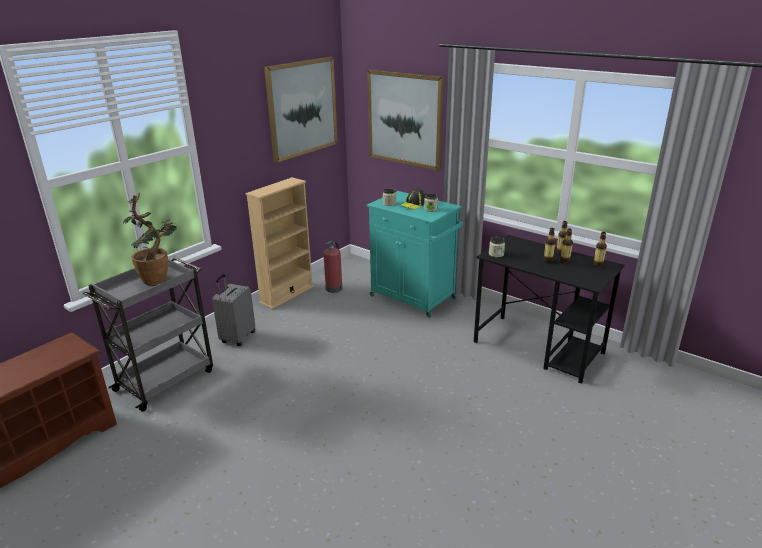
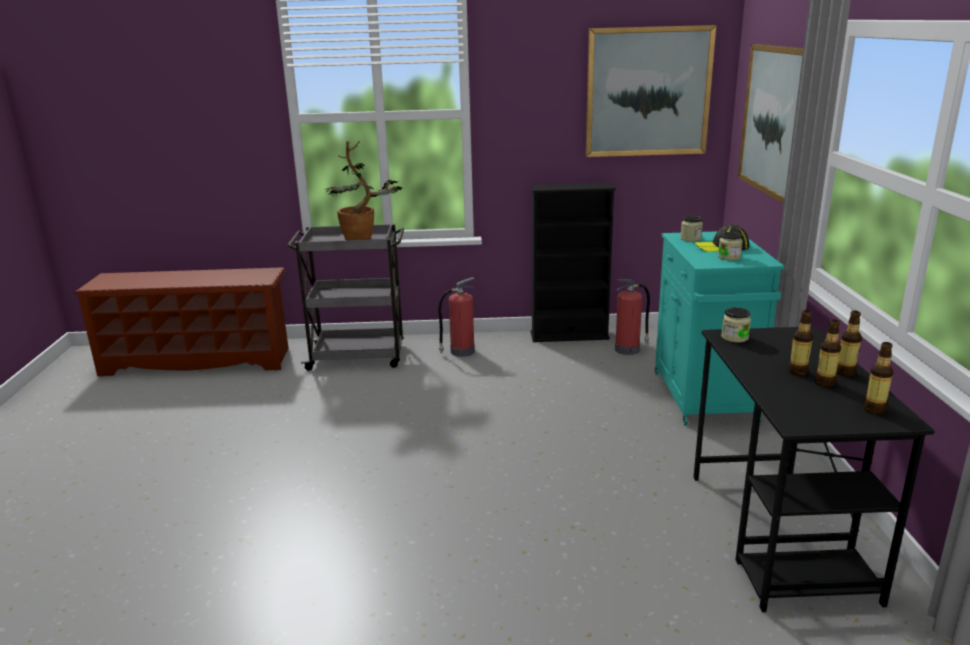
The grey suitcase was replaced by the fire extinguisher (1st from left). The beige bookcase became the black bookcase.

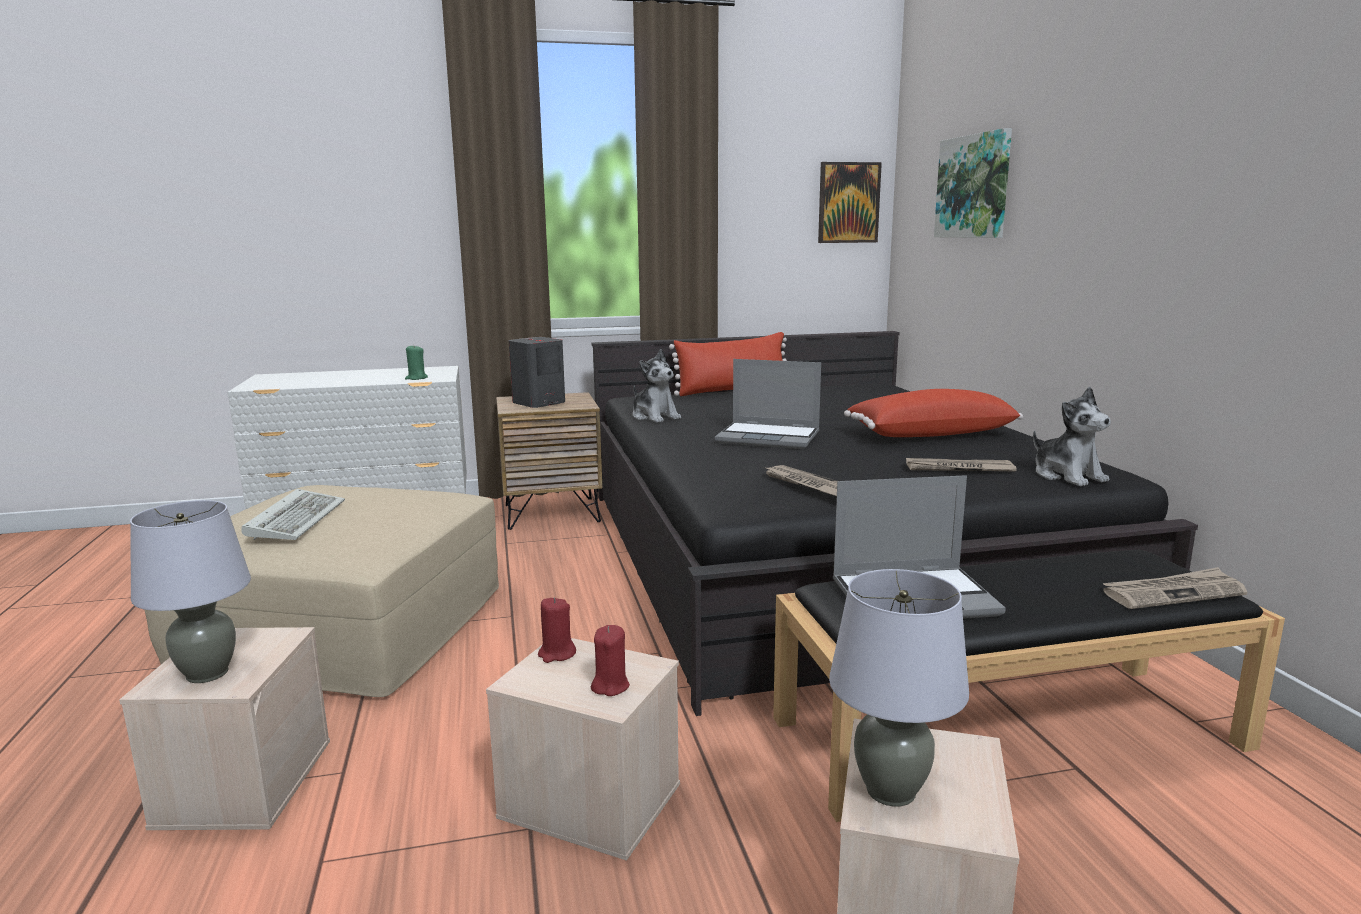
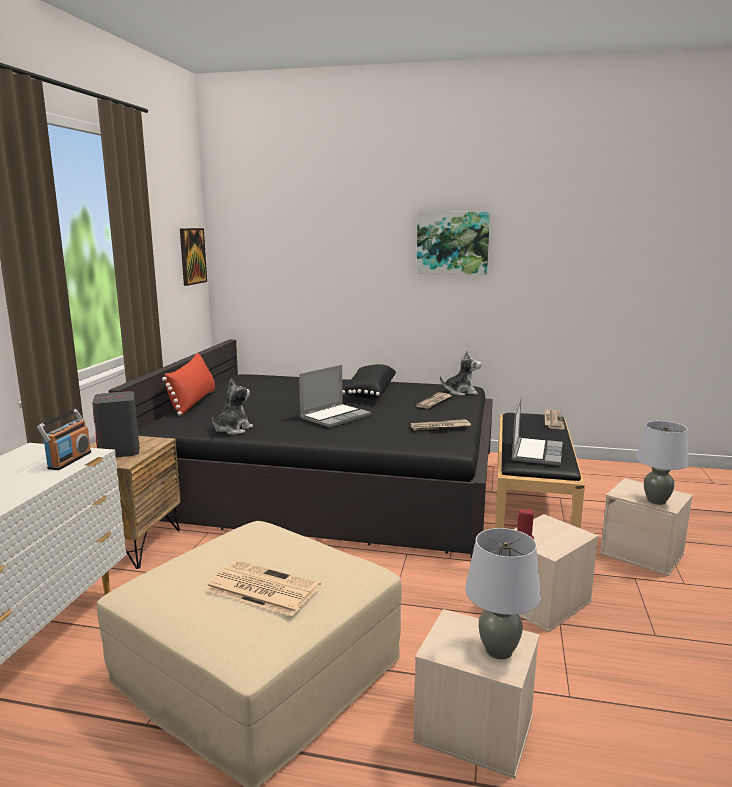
The green candle was replaced by the radio. The keyboard was replaced by the newspaper (1st from left). The plush toy (1st from left) turned 45 degrees counterclockwise. The red pillow (2nd from left) became the black pillow. The picture (2nd from left) moved. The red candle (2nd from left) disappeared.

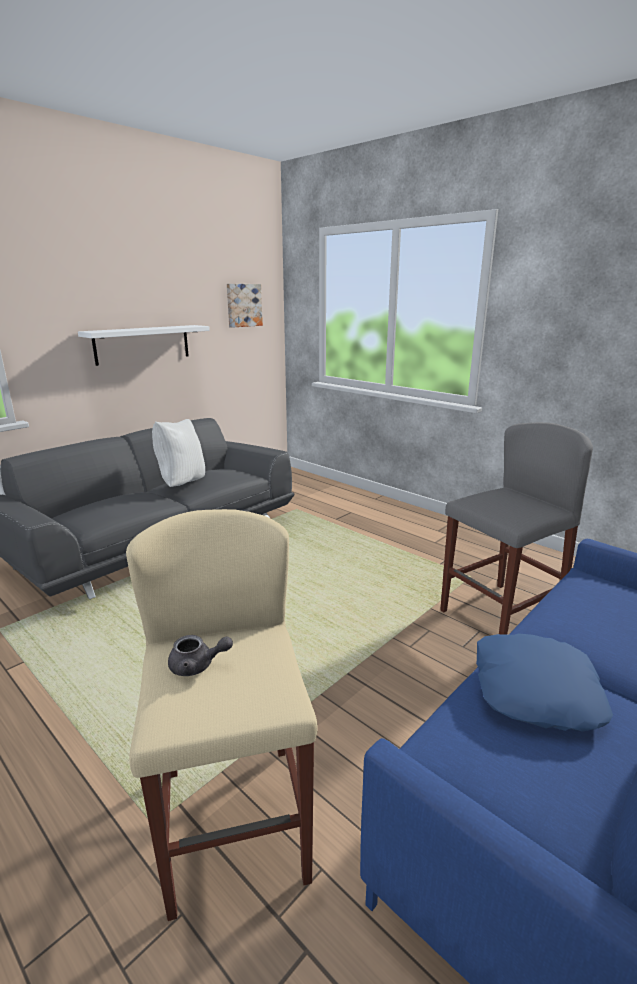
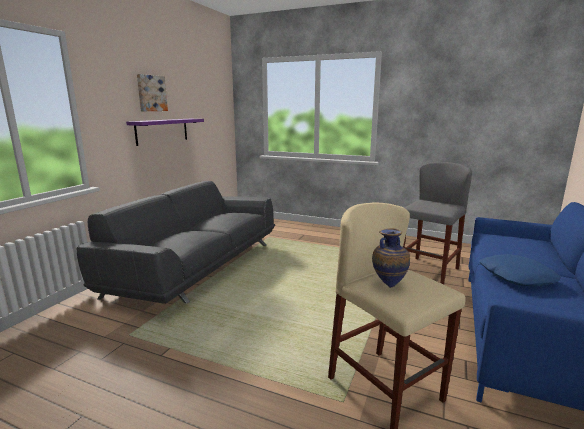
The white shelf became the purple shelf. The picture moved. The grey teapot was replaced by the vase. The white pillow disappeared.

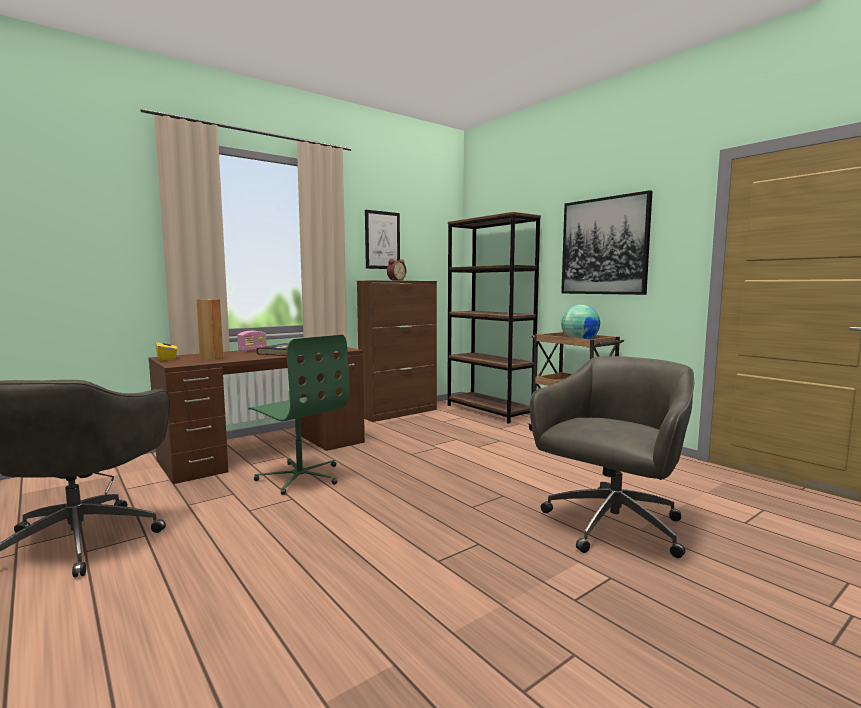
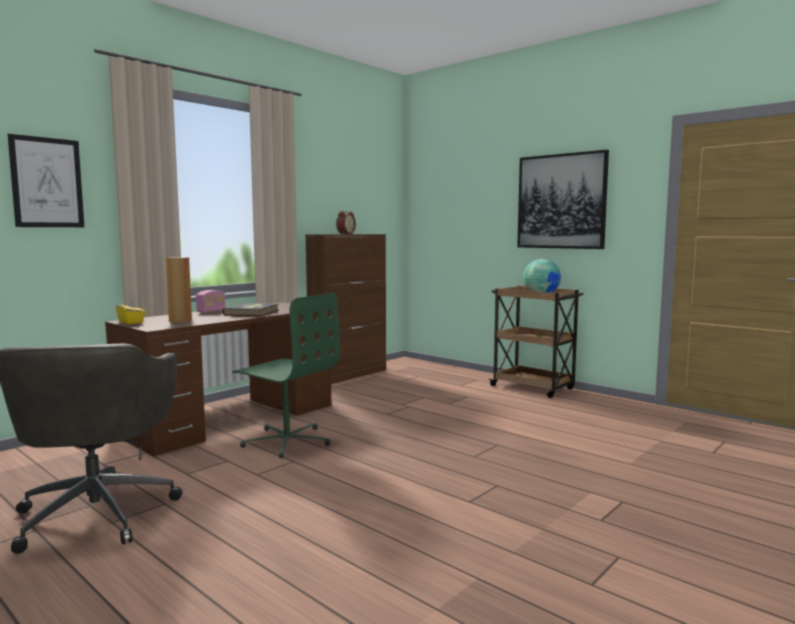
The picture (1st from left) moved. The brown bookcase disappeared. The grey office chair (2nd from left) disappeared.

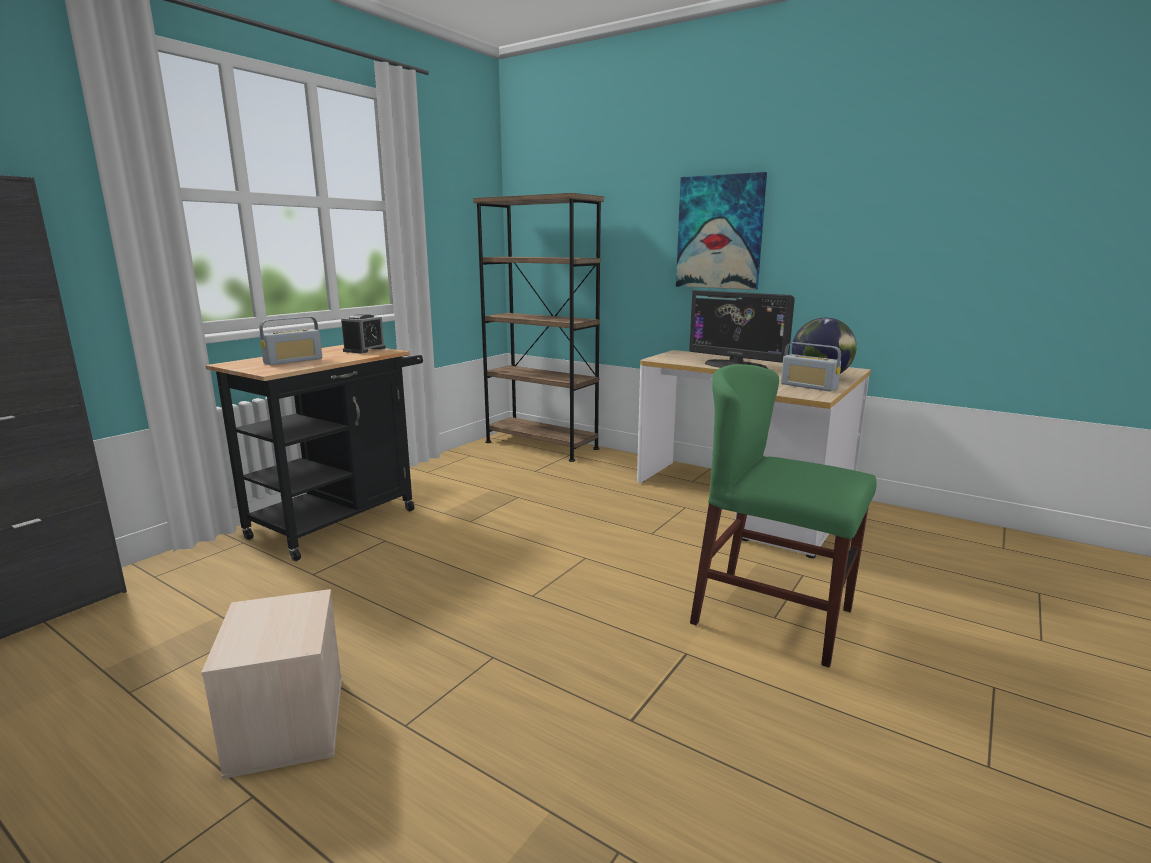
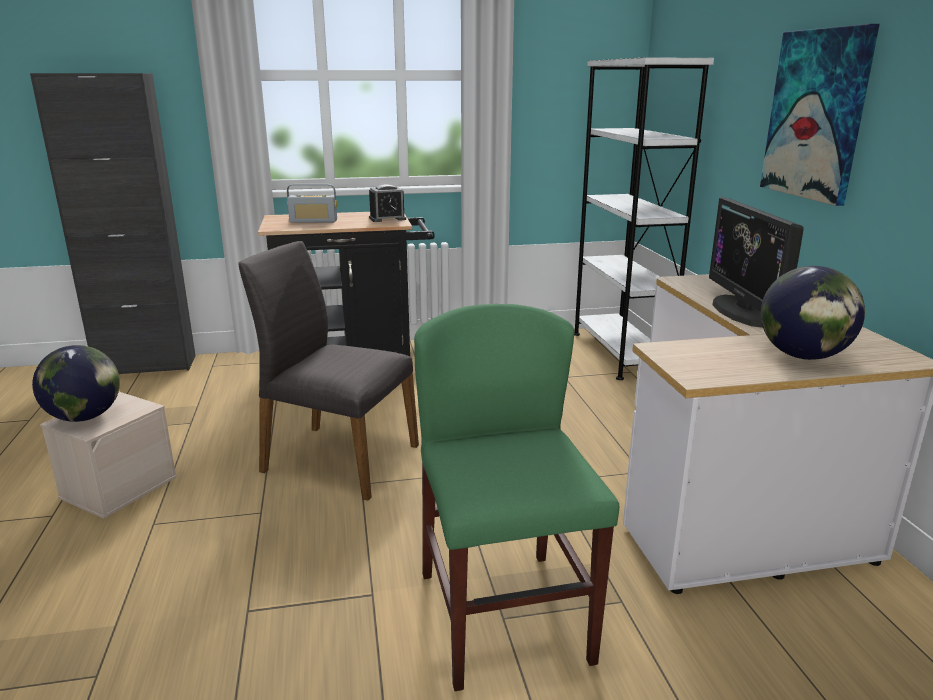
The globe (1st from left) appeared. The grey chair appeared. The brown bookcase became the white bookcase. The radio (2nd from left) disappeared.

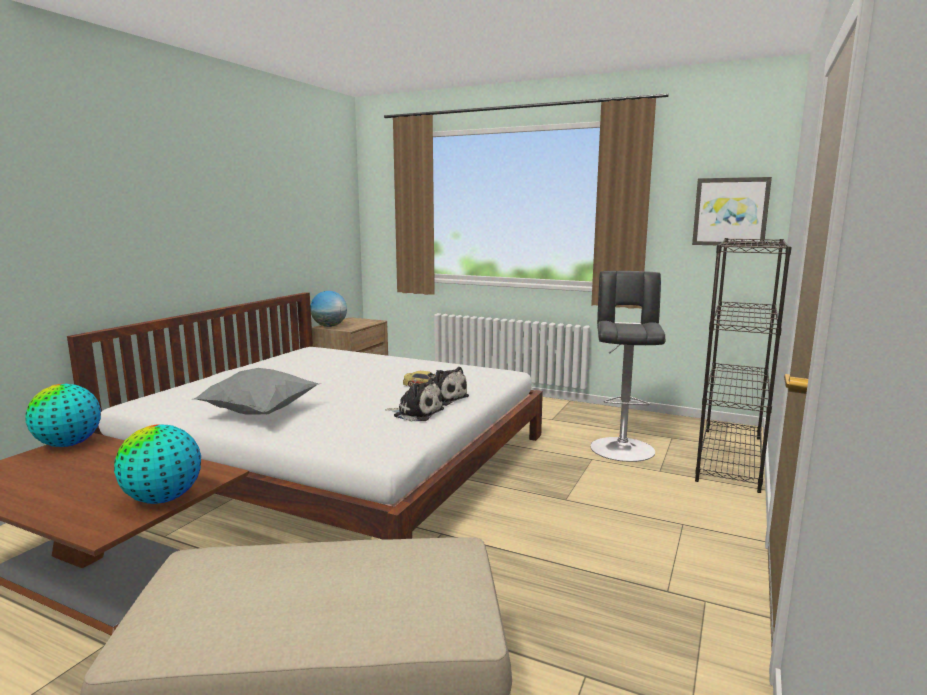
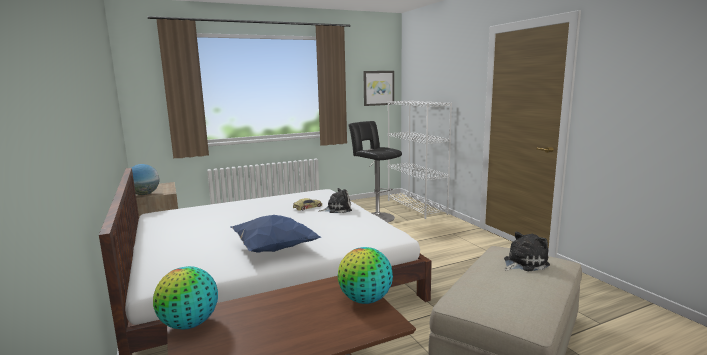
The grey pillow became the blue pillow. The black bookcase became the white bookcase. The plush toy (1st from left in the first image) moved.

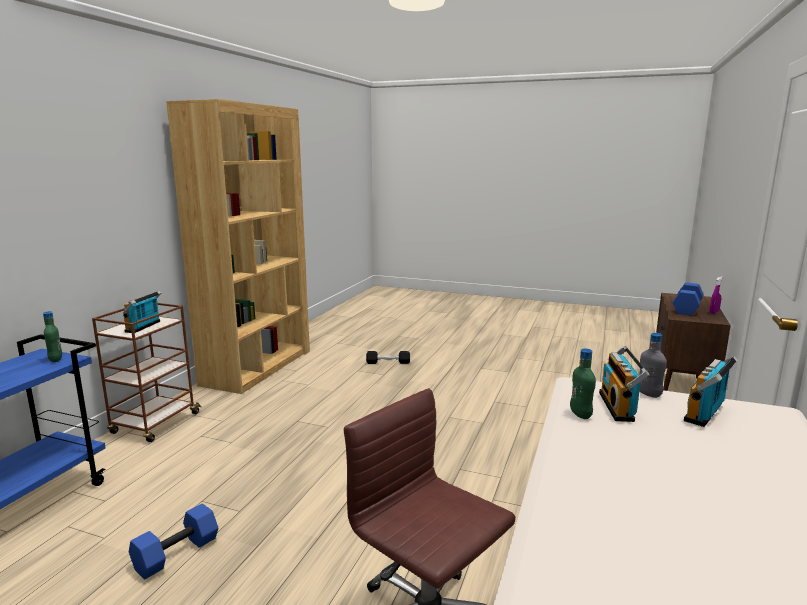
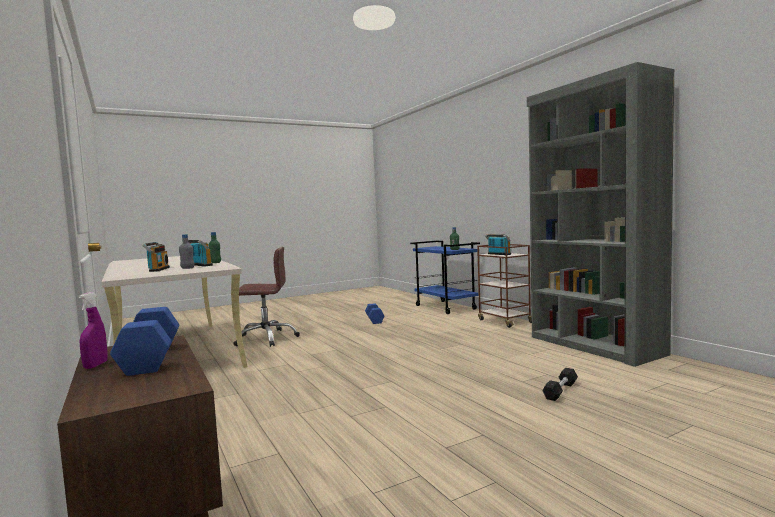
The brown bookcase became the grey bookcase.

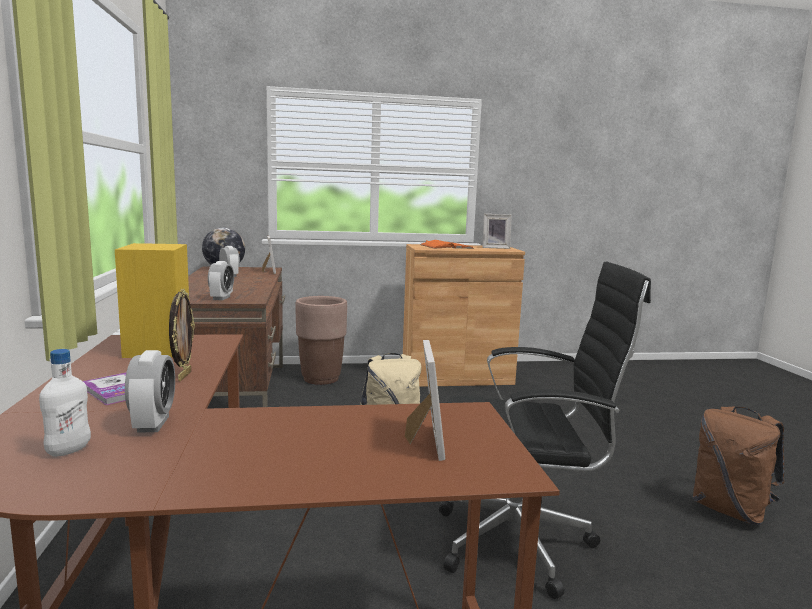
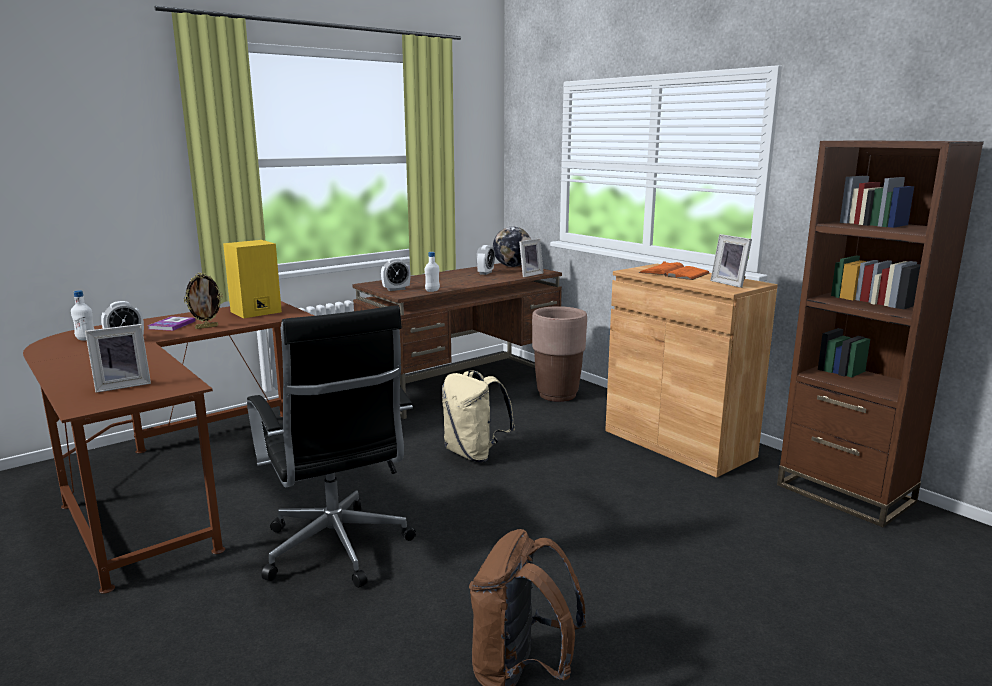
The white bottle (2nd from left) appeared. The brown bookcase appeared.

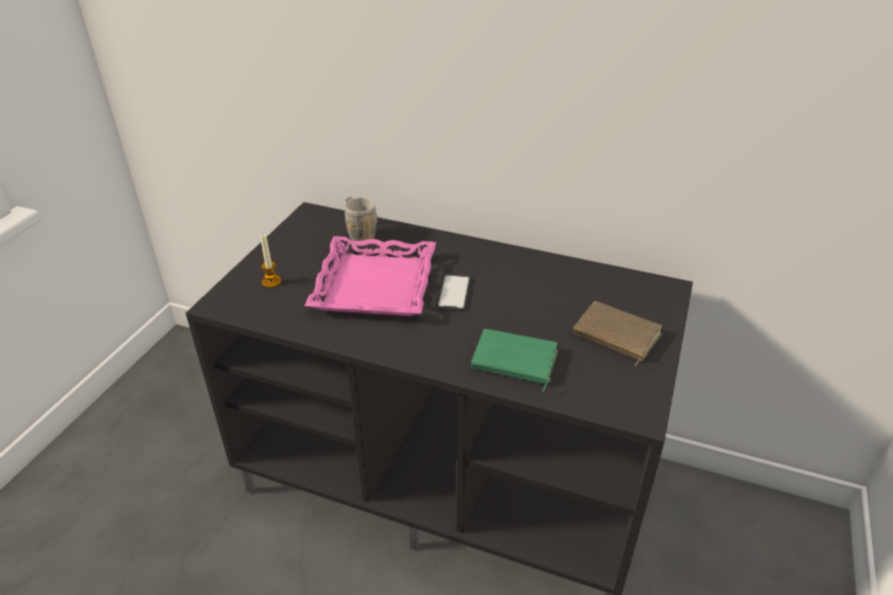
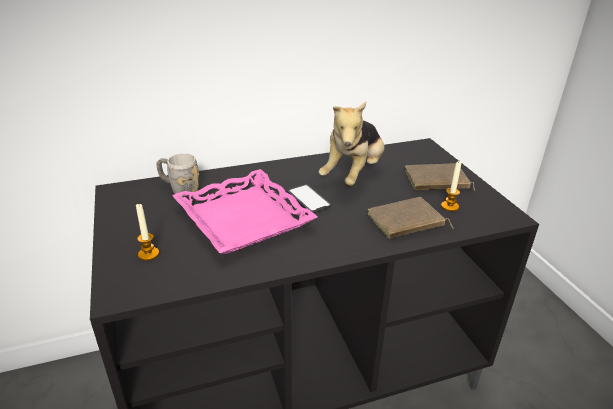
The plush toy appeared. The green book became the brown book (1st from left). The candle (2nd from left) appeared.

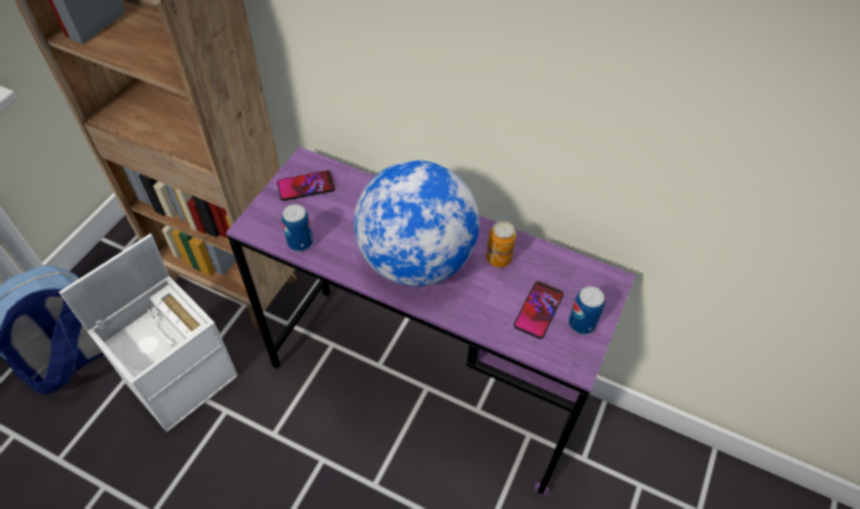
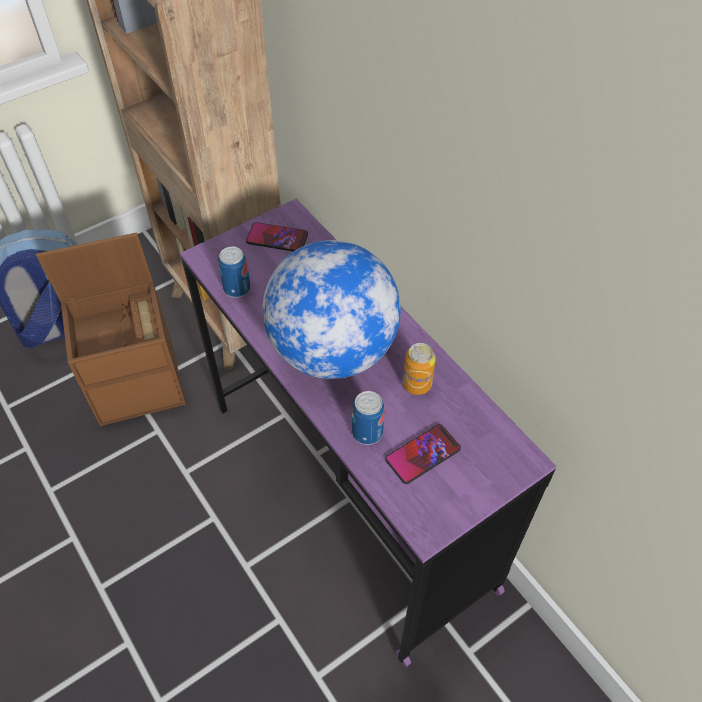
The white storage box became the brown storage box. The can (3rd from left in the first image) moved.

